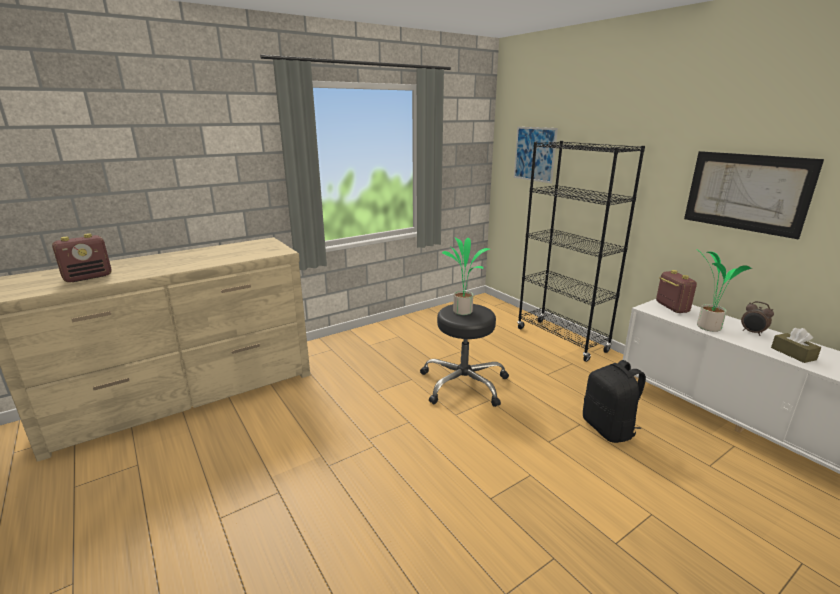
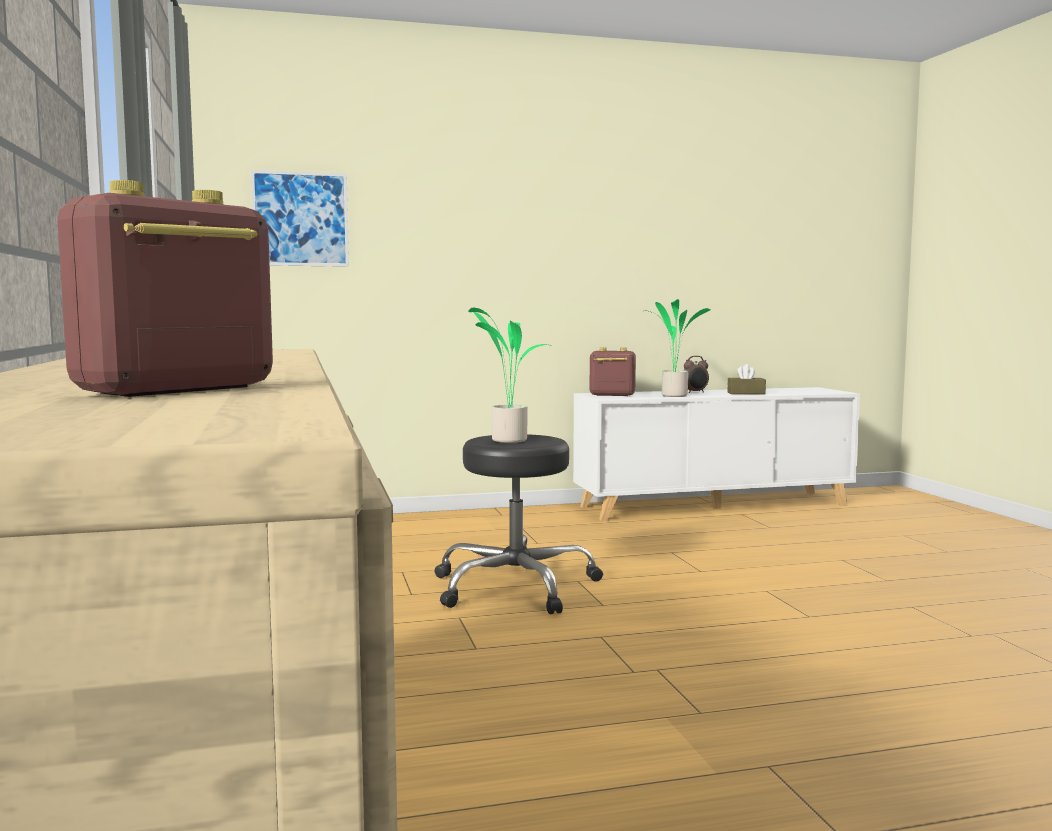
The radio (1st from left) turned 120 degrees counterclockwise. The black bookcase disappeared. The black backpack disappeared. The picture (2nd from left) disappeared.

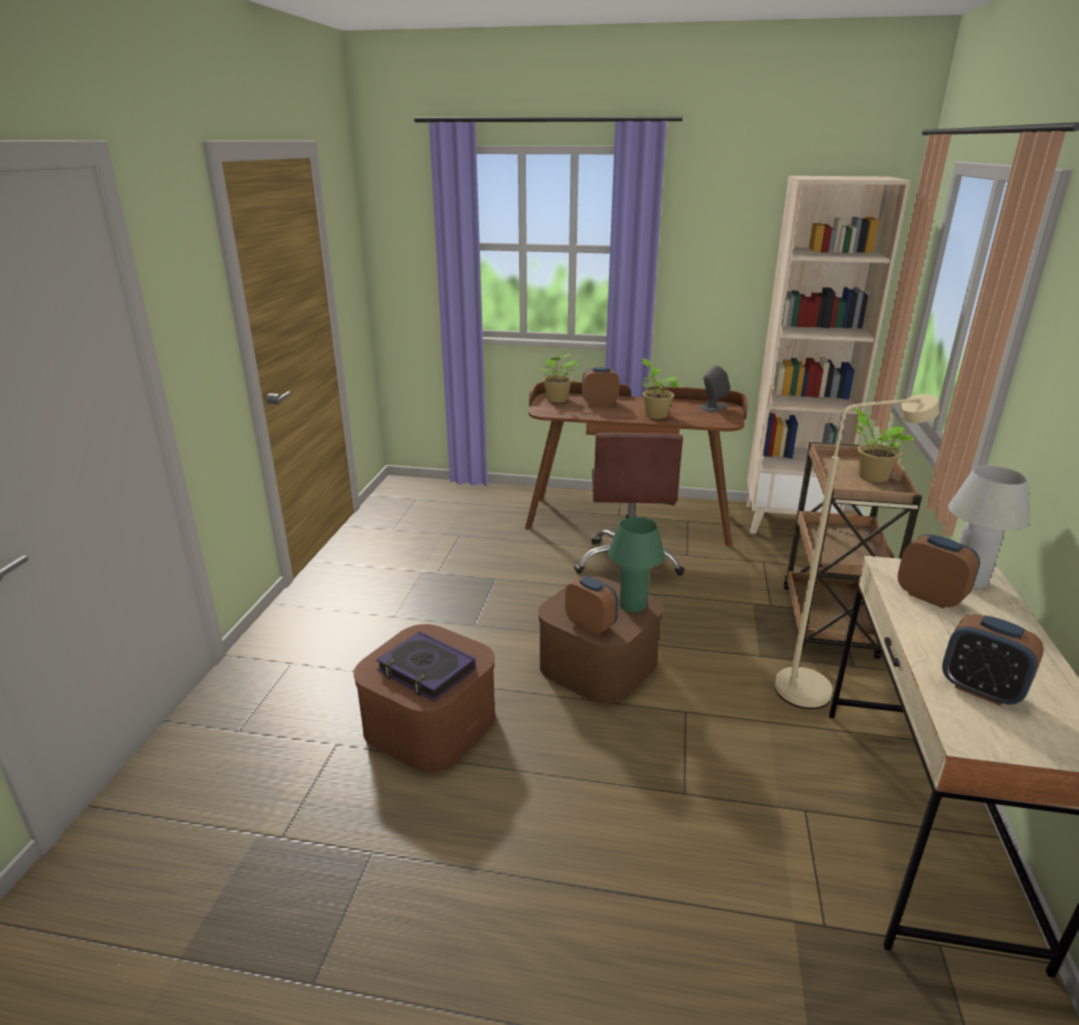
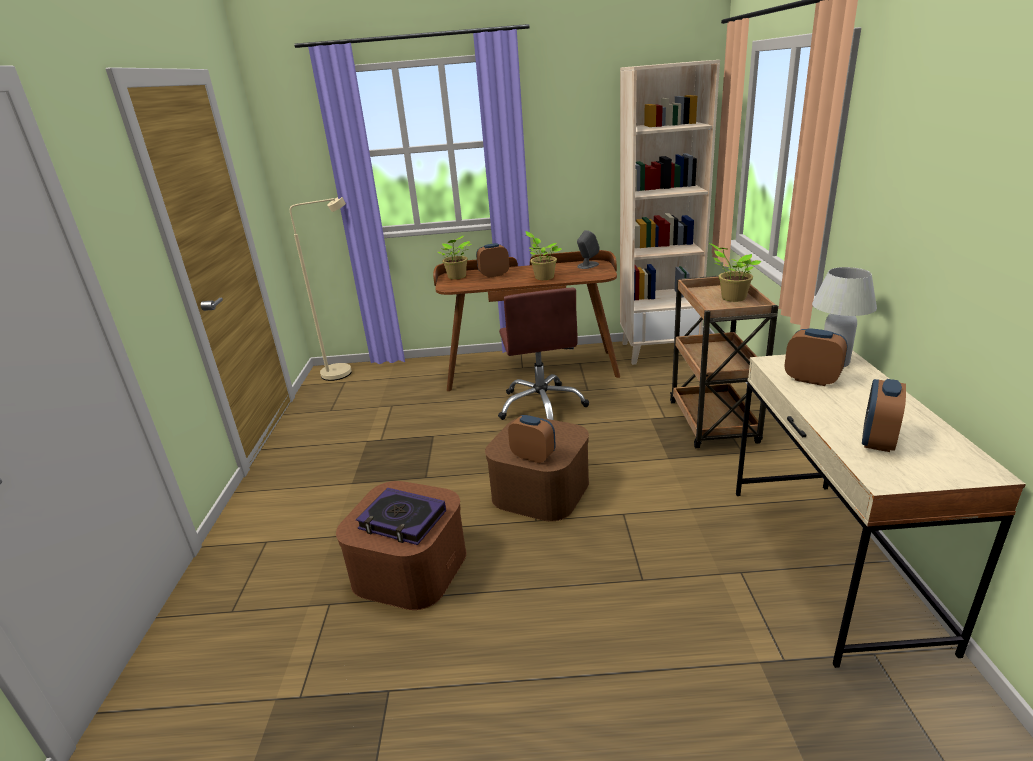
The beige floor lamp moved. The alarm clock (4th from left) turned 90 degrees clockwise. The green table lamp disappeared.

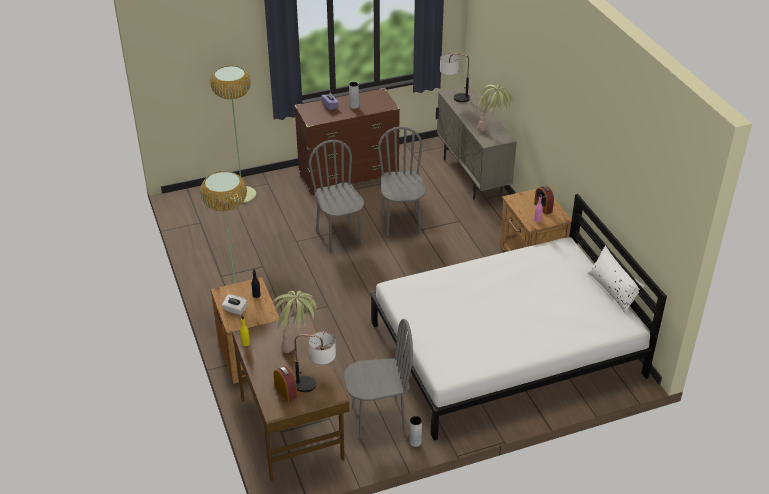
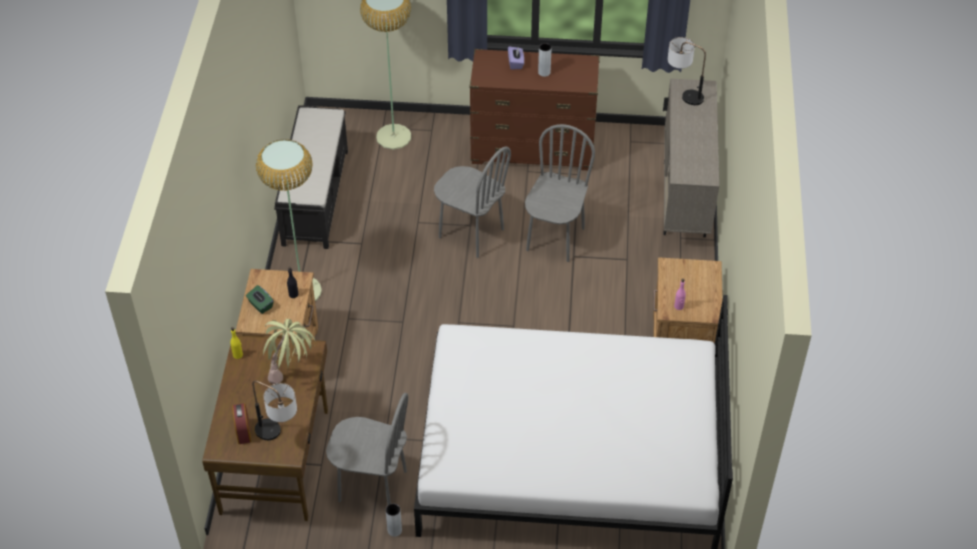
The white tissue box became the green tissue box. The black bench appeared. The grey chair (1st from left in the first image) turned 120 degrees clockwise. The potted plant (2nd from left) disappeared. The alarm clock (2nd from left) disappeared. The white pillow disappeared.

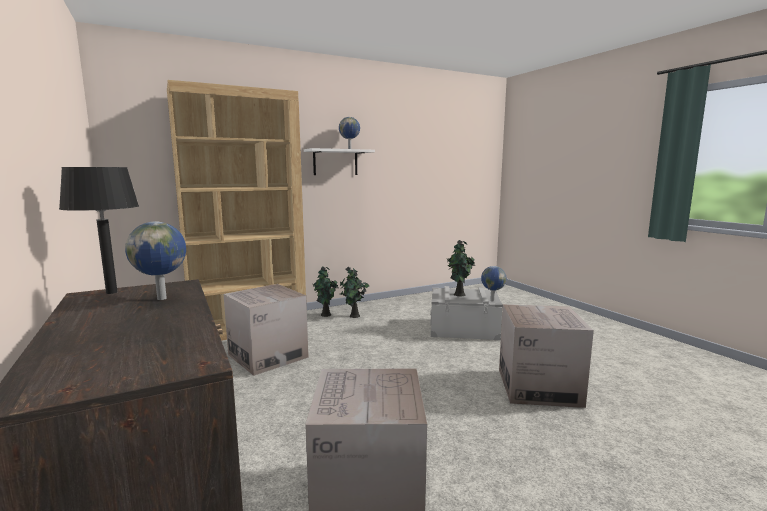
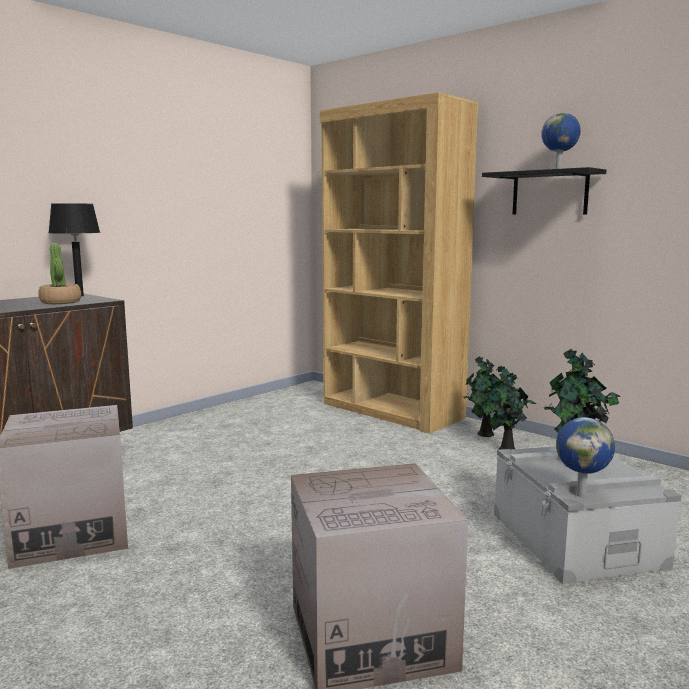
The globe (1st from left) was replaced by the potted plant (1st from left). The white shelf became the black shelf. The cardboard box (1st from left) disappeared.

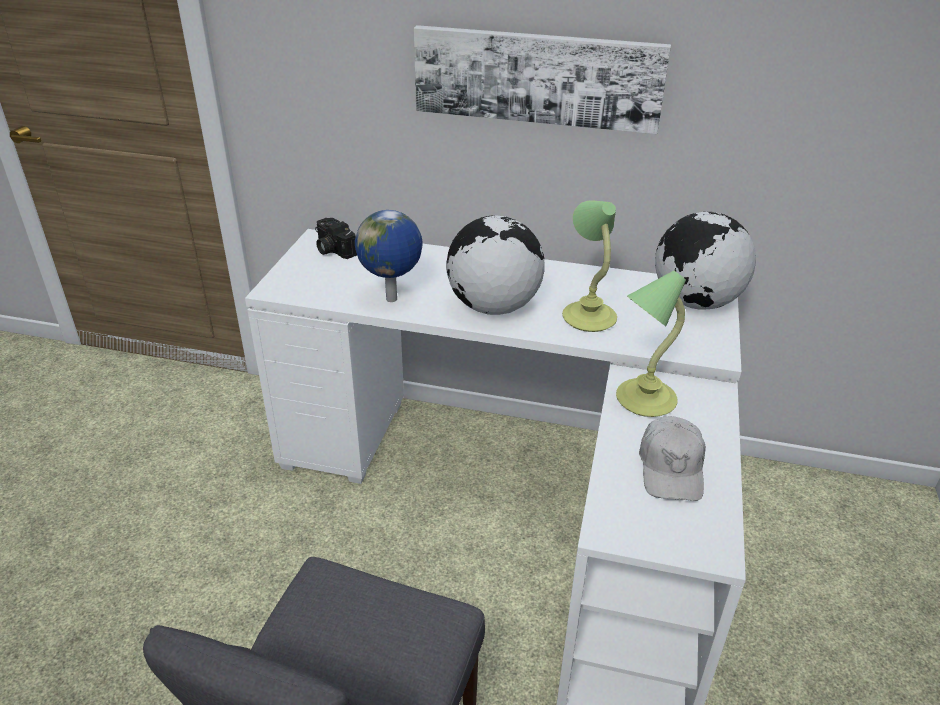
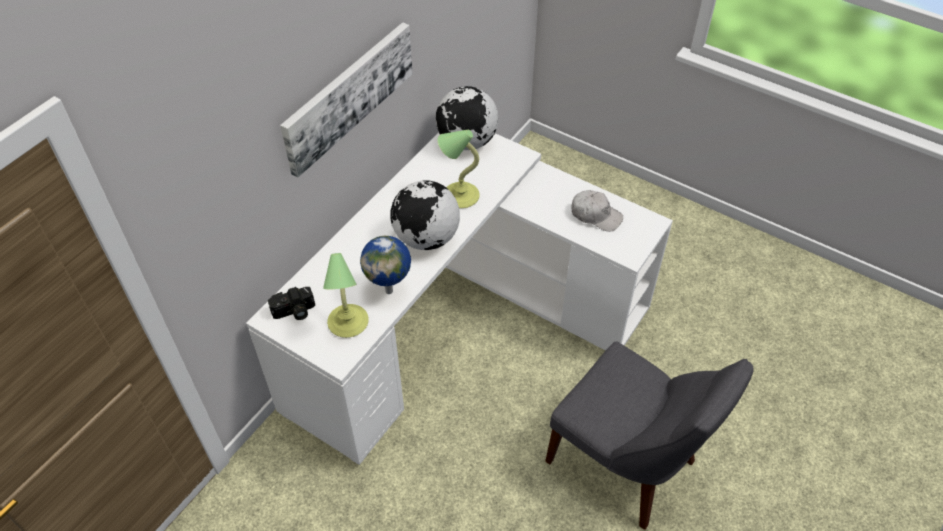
The table lamp (2nd from left in the first image) moved.

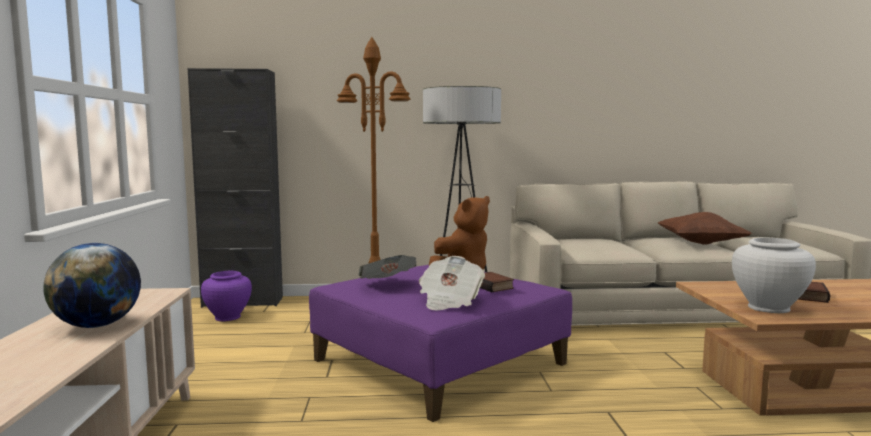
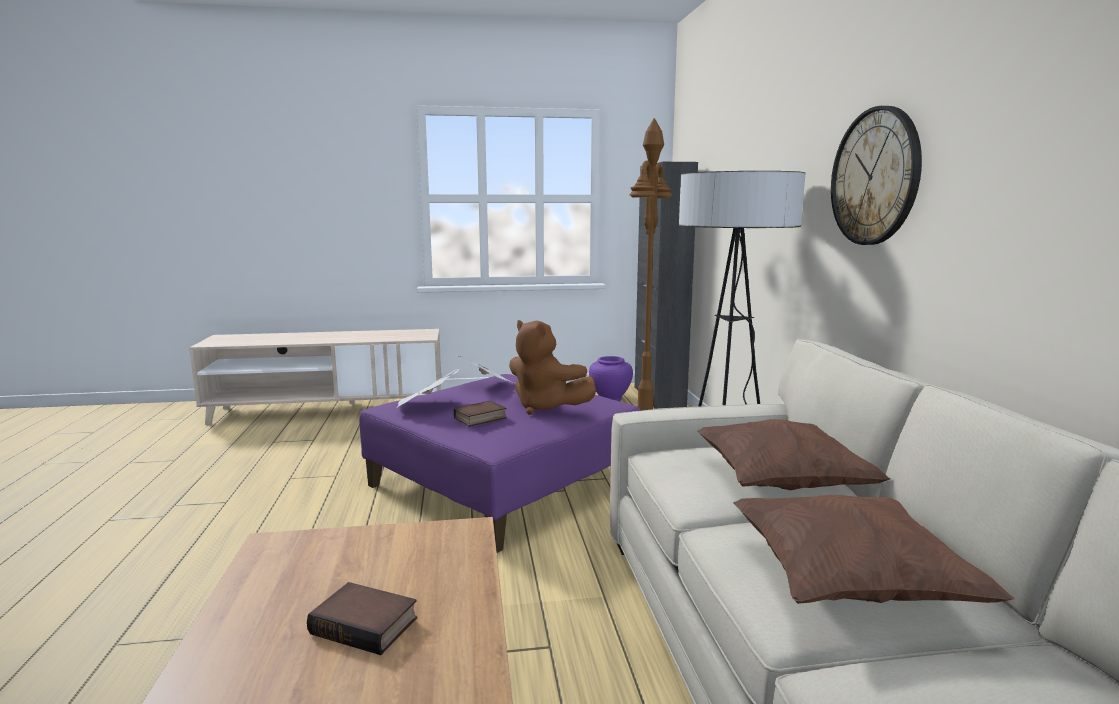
The brown pillow (1st from left) appeared. The wall clock appeared. The globe disappeared. The white vase disappeared.

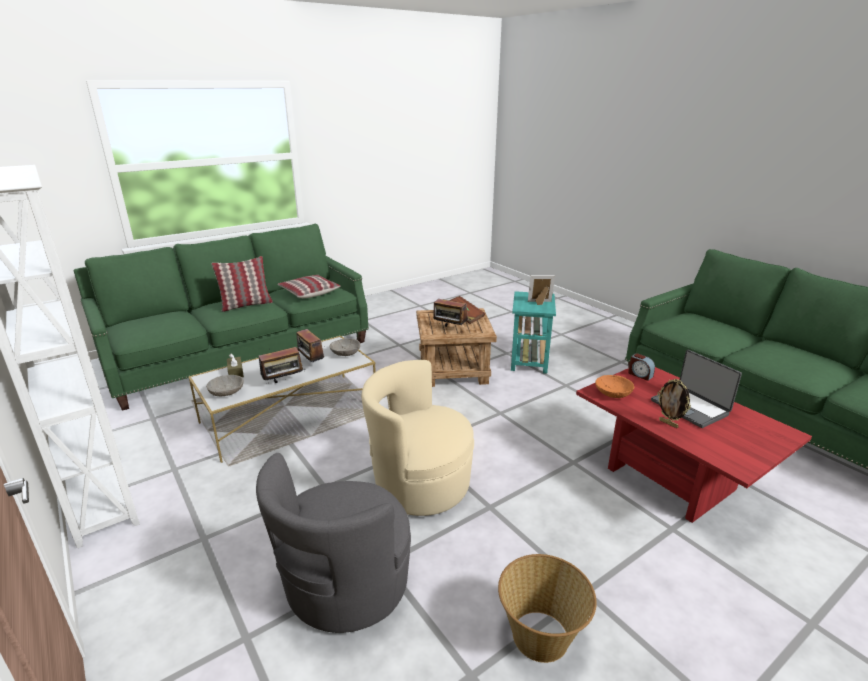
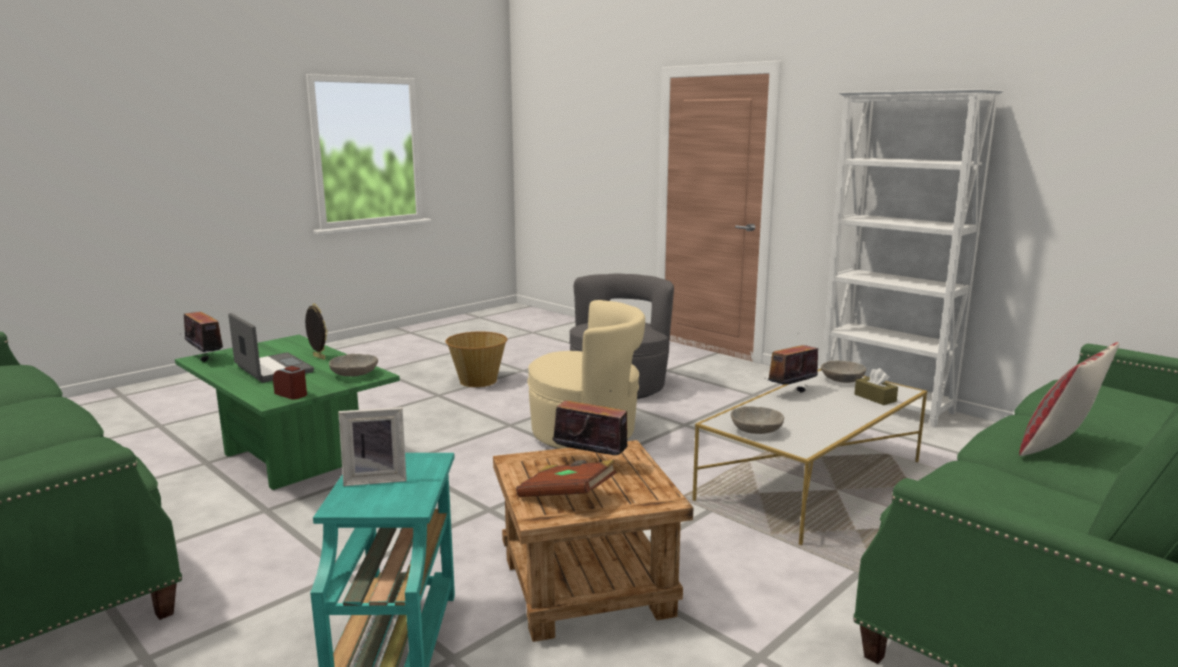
The red coffee table became the green coffee table. The radio (2nd from left in the first image) moved. The orange bowl became the grey bowl (1st from left). The pillow (2nd from left) disappeared.

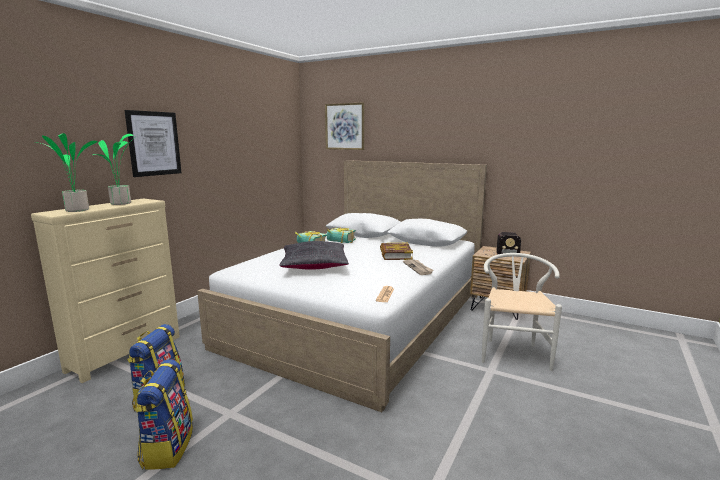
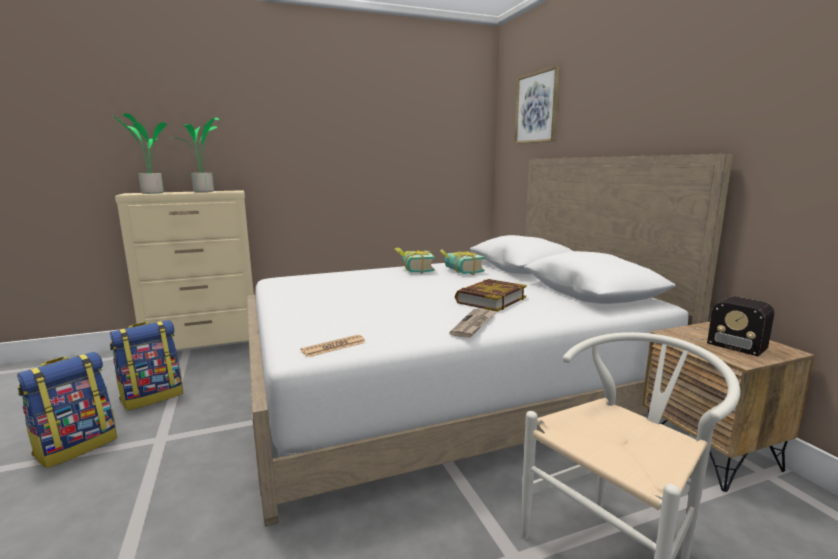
The picture (1st from left) disappeared. The black pillow disappeared.

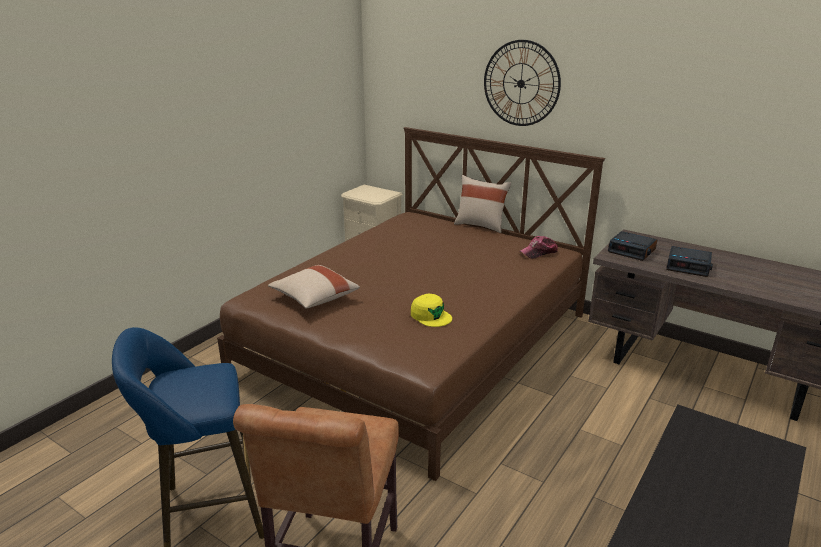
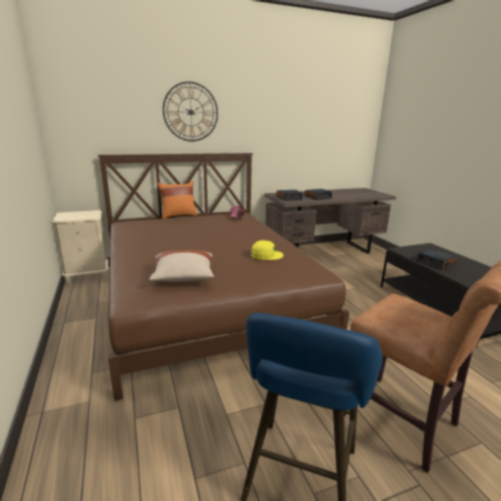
The beige pillow (2nd from left) became the orange pillow. The alarm clock (3rd from left) appeared.

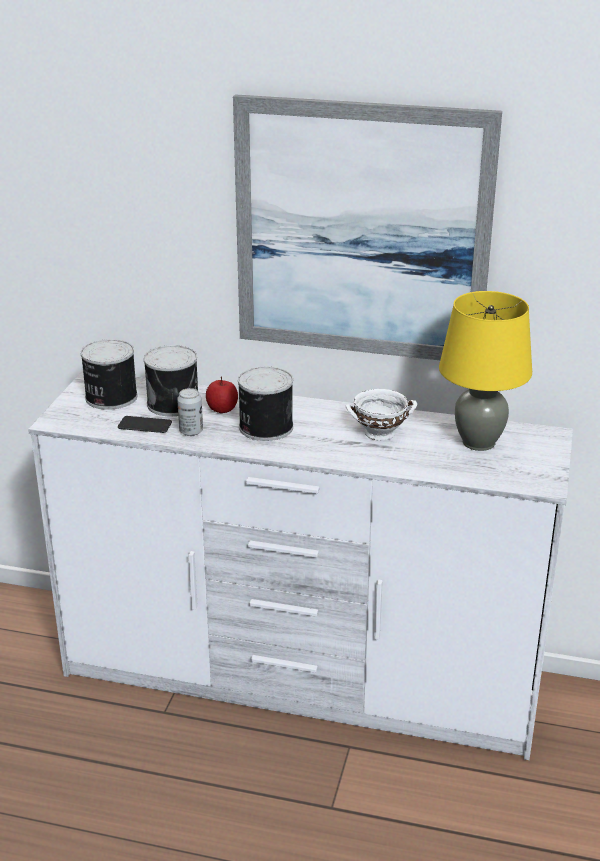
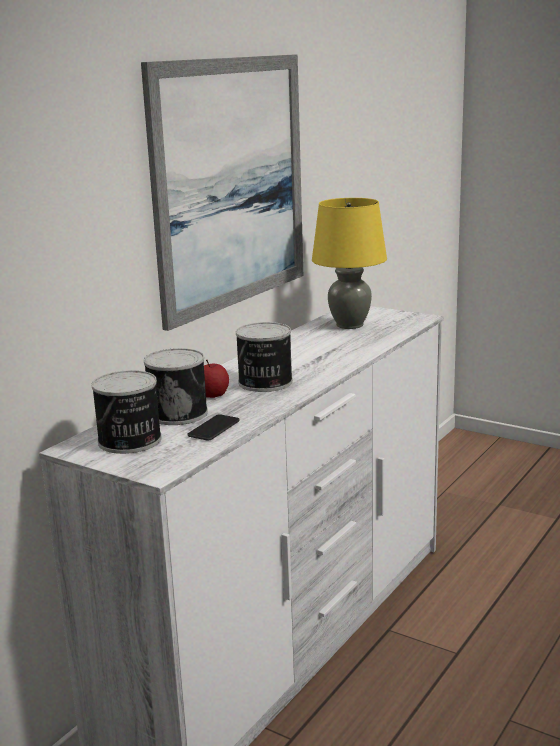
The can (3rd from left) disappeared. The white bowl disappeared.

